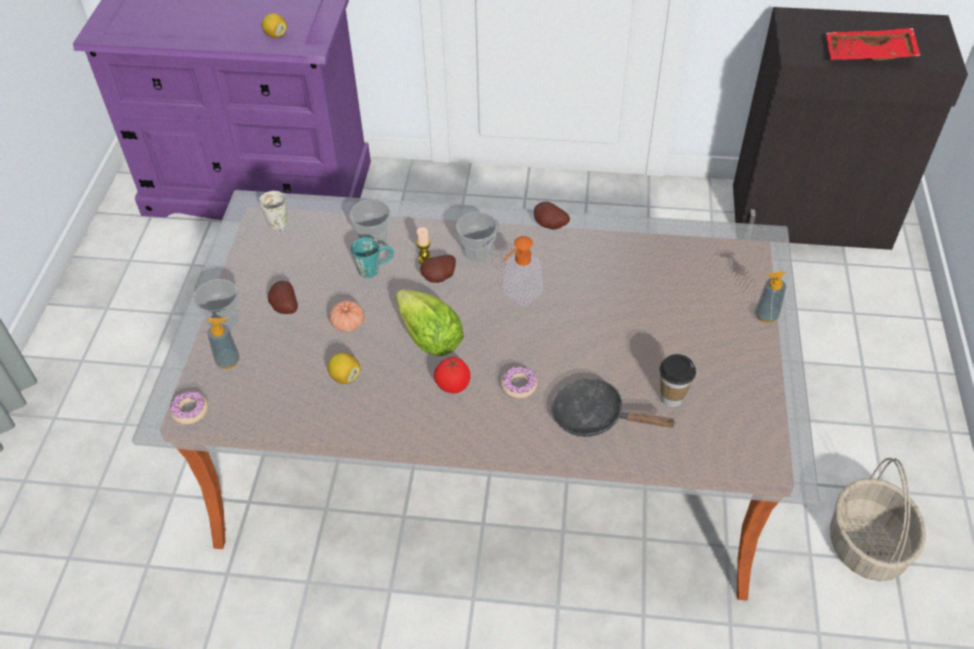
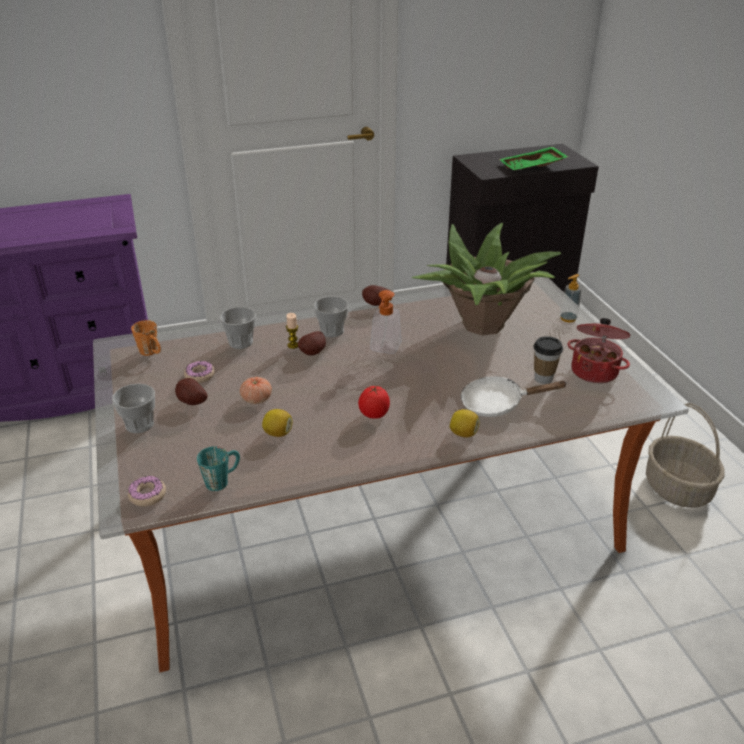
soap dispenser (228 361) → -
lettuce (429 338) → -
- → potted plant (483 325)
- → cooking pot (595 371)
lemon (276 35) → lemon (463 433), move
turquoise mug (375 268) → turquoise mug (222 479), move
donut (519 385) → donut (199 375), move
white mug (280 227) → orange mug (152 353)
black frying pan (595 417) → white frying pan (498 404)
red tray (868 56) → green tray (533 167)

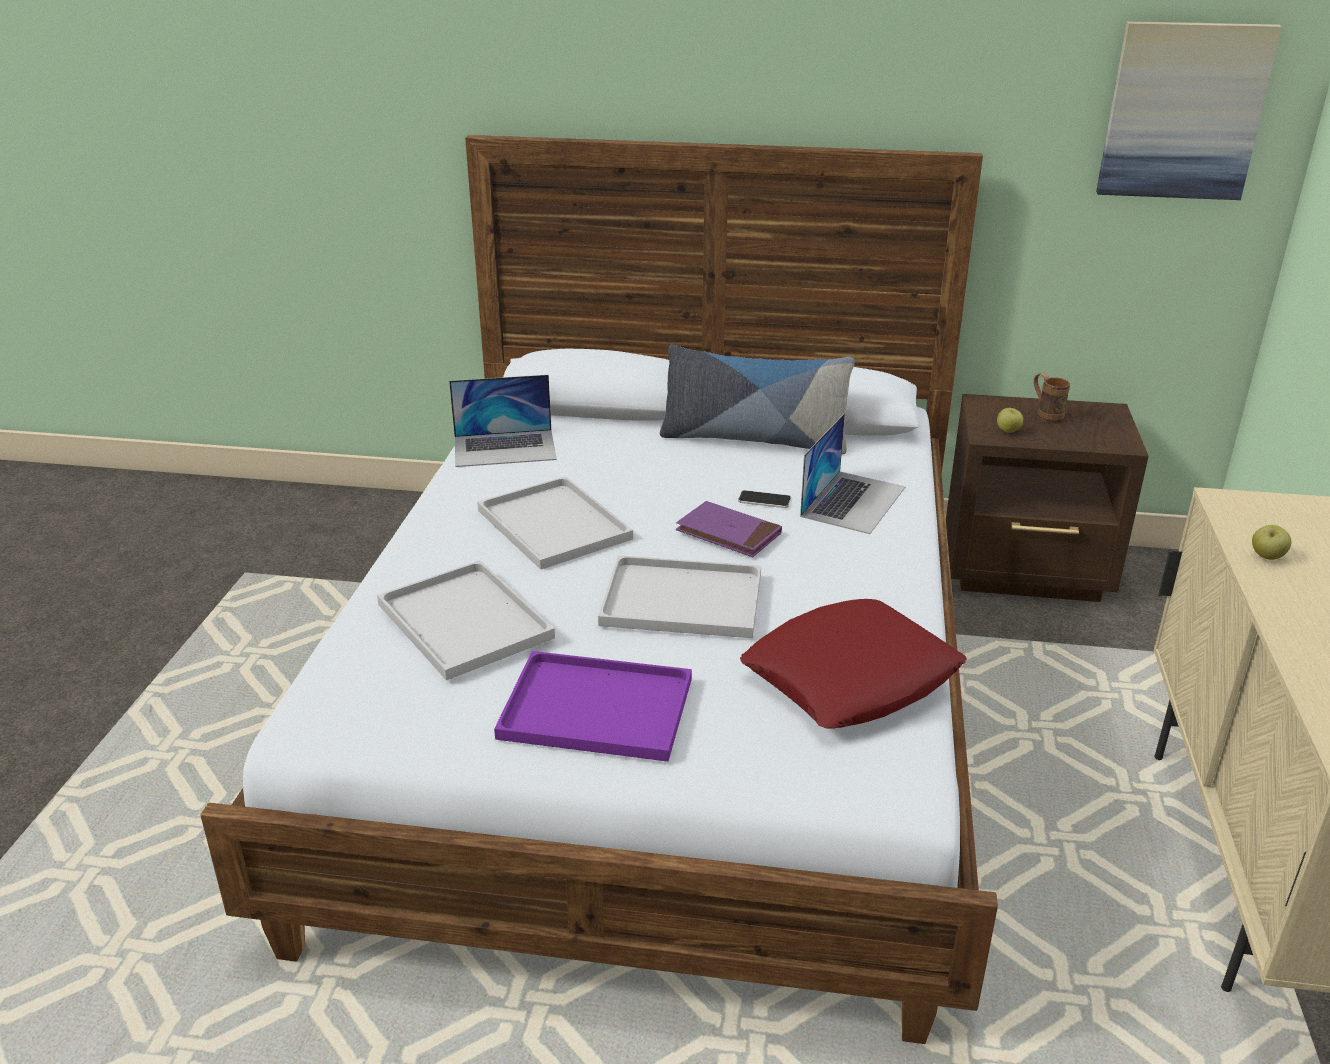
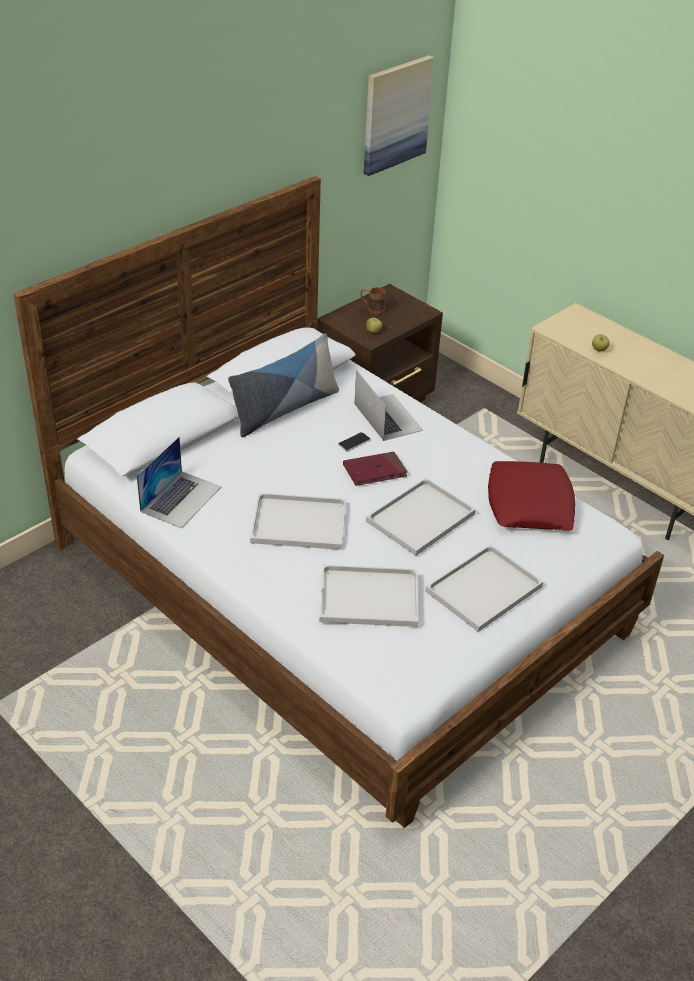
purple tray (592 709) → white tray (483 590)
purple book (728 533) → red book (374 471)

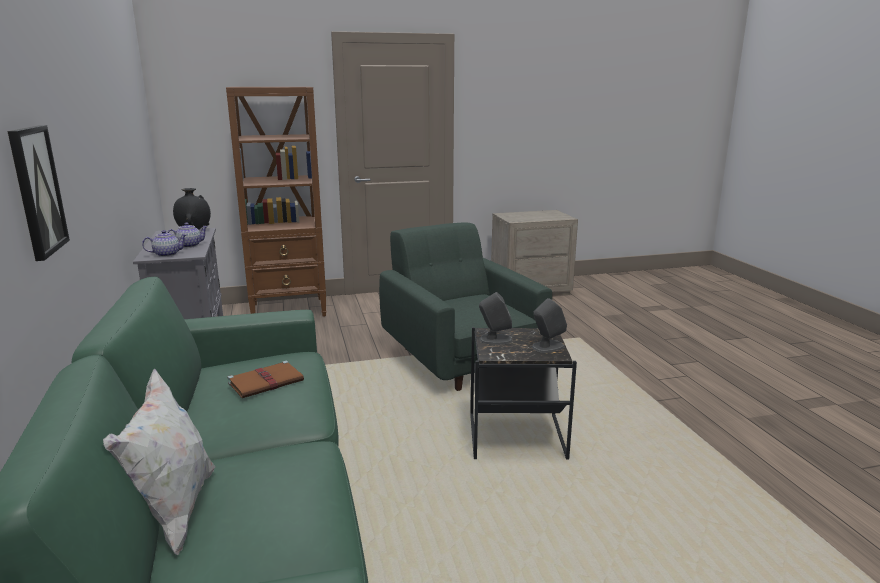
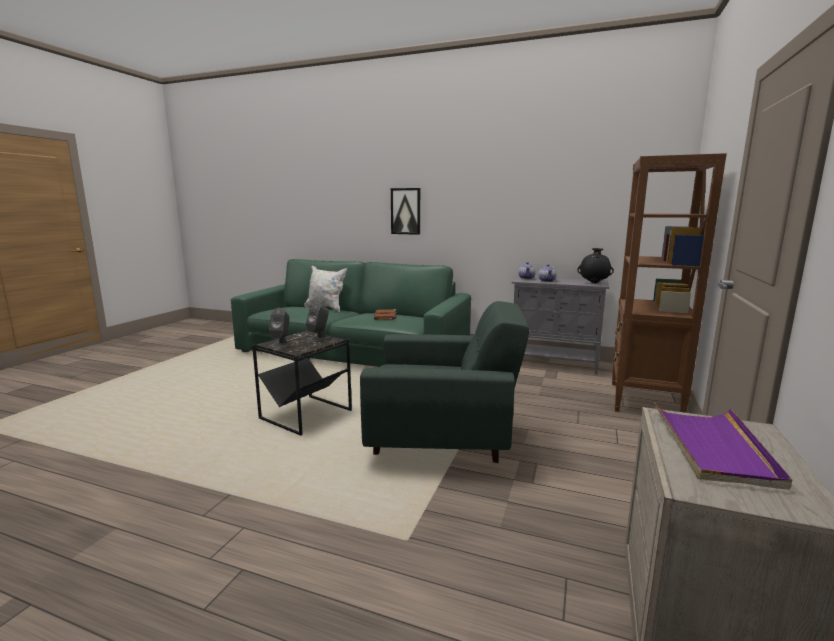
- → purple tray (713 447)

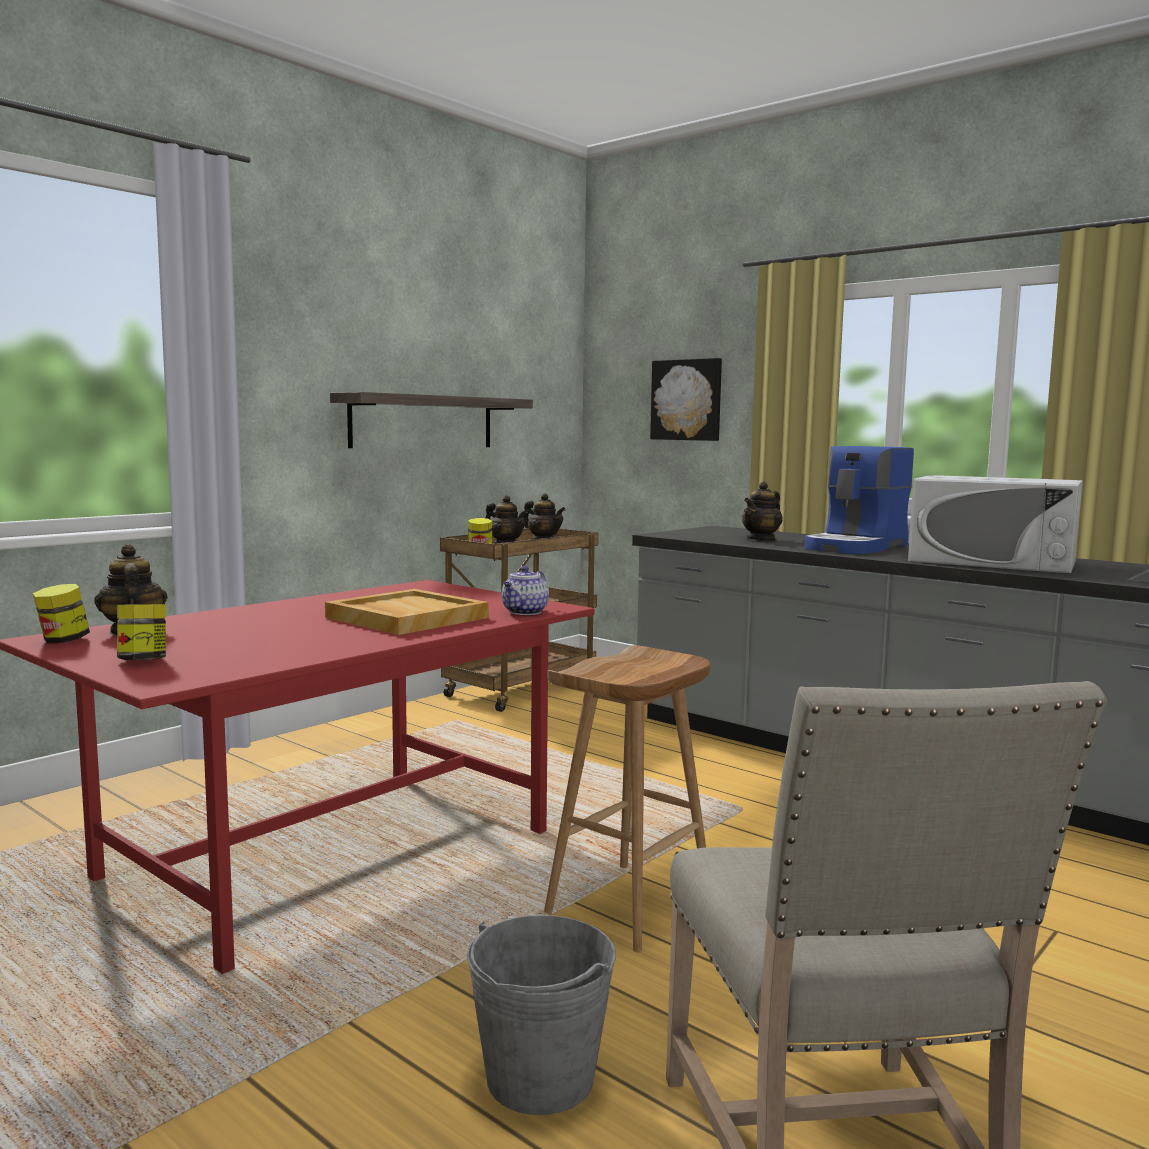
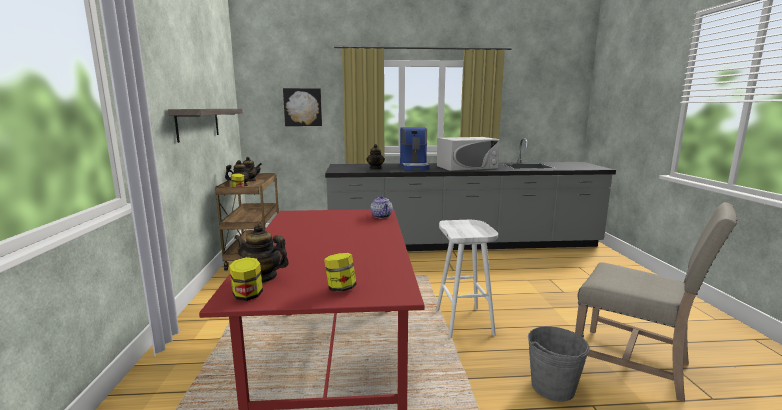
beige tray (405 618) → -
brown stool (630 907) → white stool (465 322)

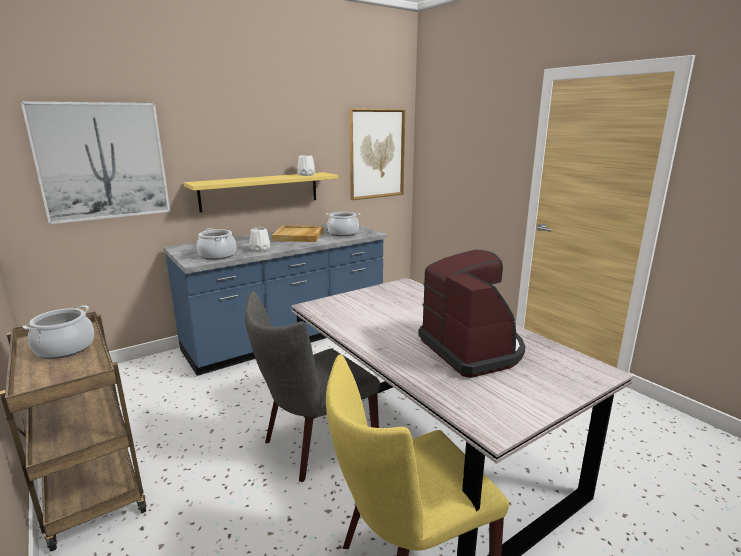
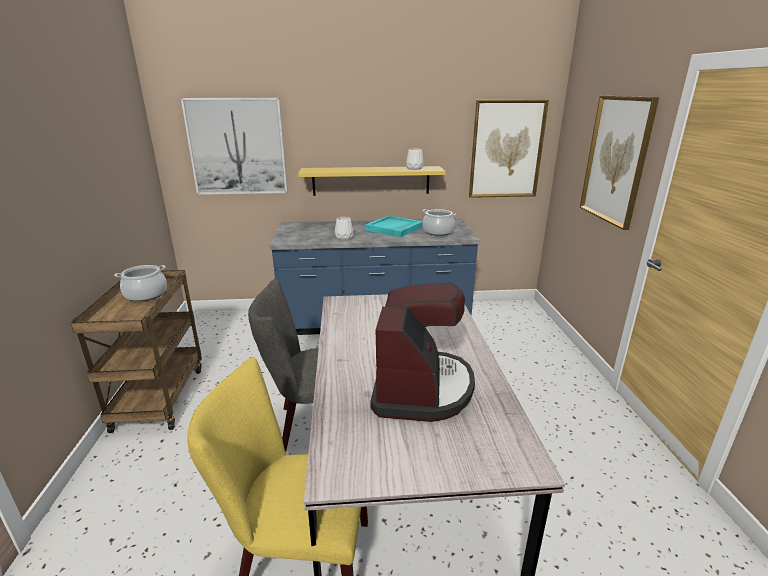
cooking pot (218 255) → -
- → picture (616 160)
beige tray (299 236) → turquoise tray (394 228)

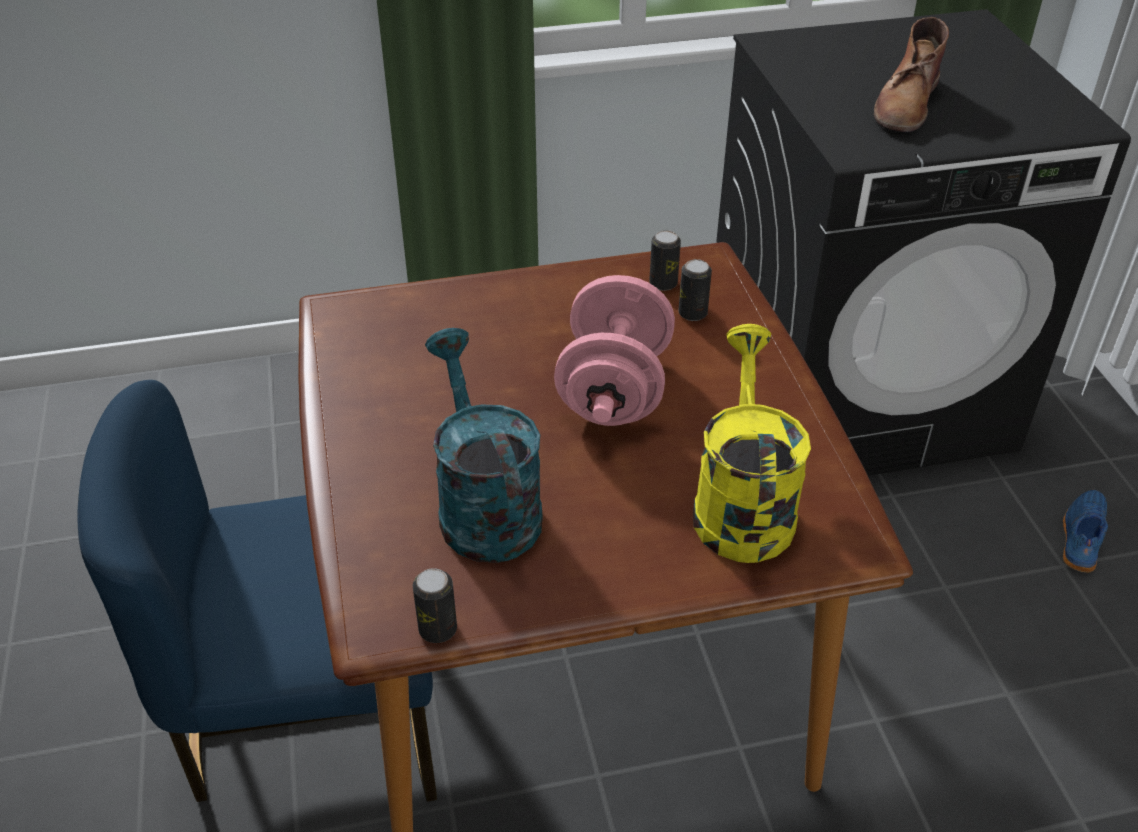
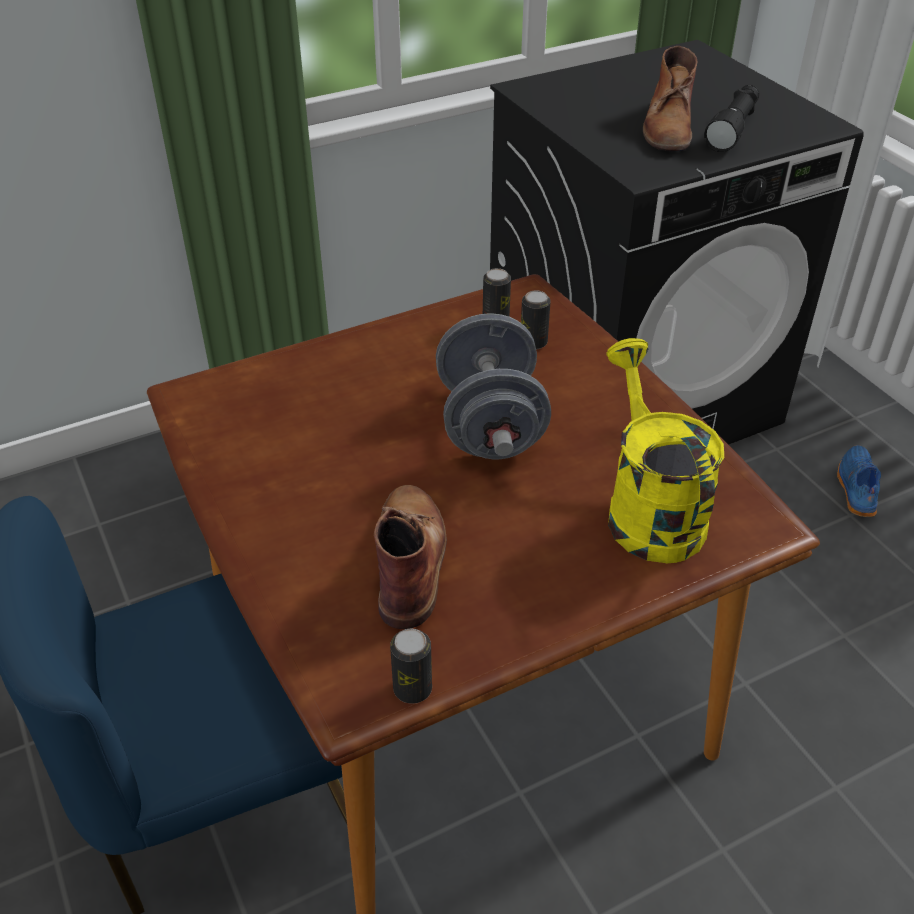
- → black flashlight (733 129)
turquoise watering can (483 505) → brown boot (409 558)
pink dumbbell (614 390) → grey dumbbell (490 425)

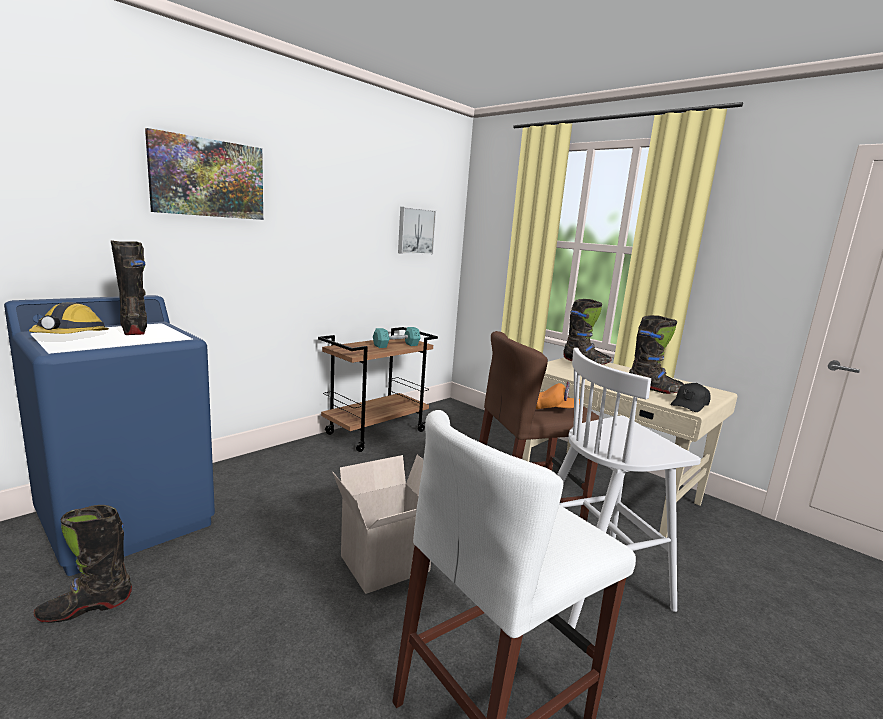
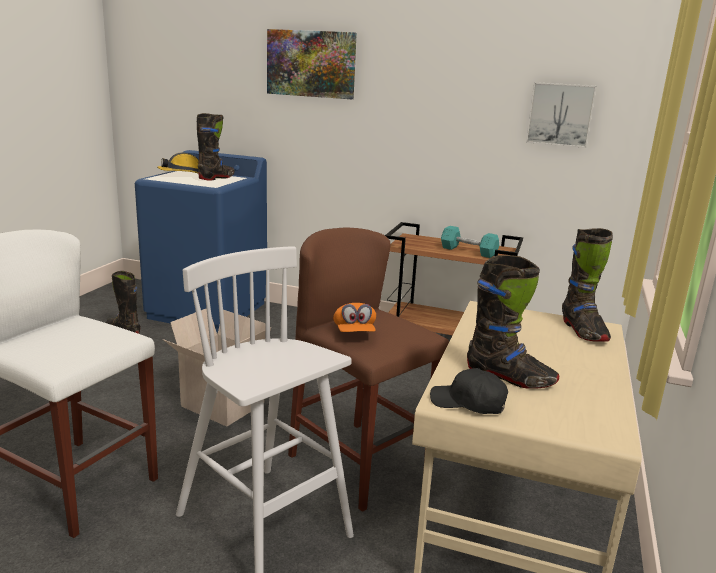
black boot (654 390) → black boot (509 378), 45 degrees counterclockwise

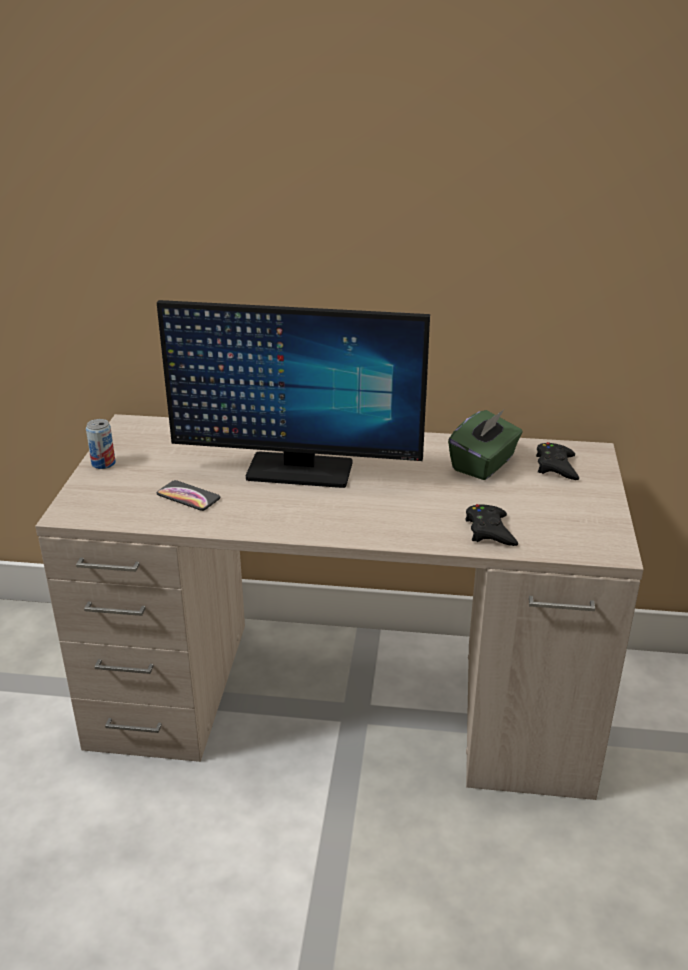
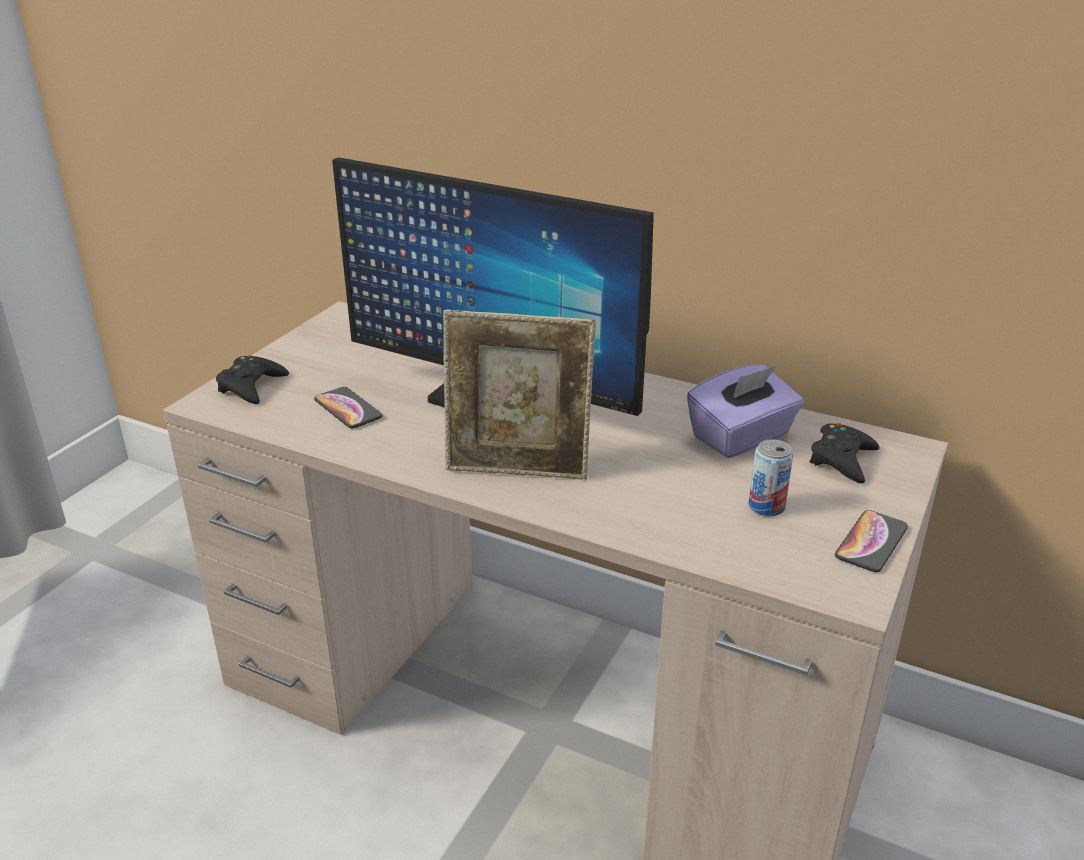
- → picture frame (518 470)
- → phone (871 542)
can (103 463) → can (766 506), move
black game controller (489 531) → black game controller (251 386), move
green tissue box (484 464) → purple tissue box (741 437)

